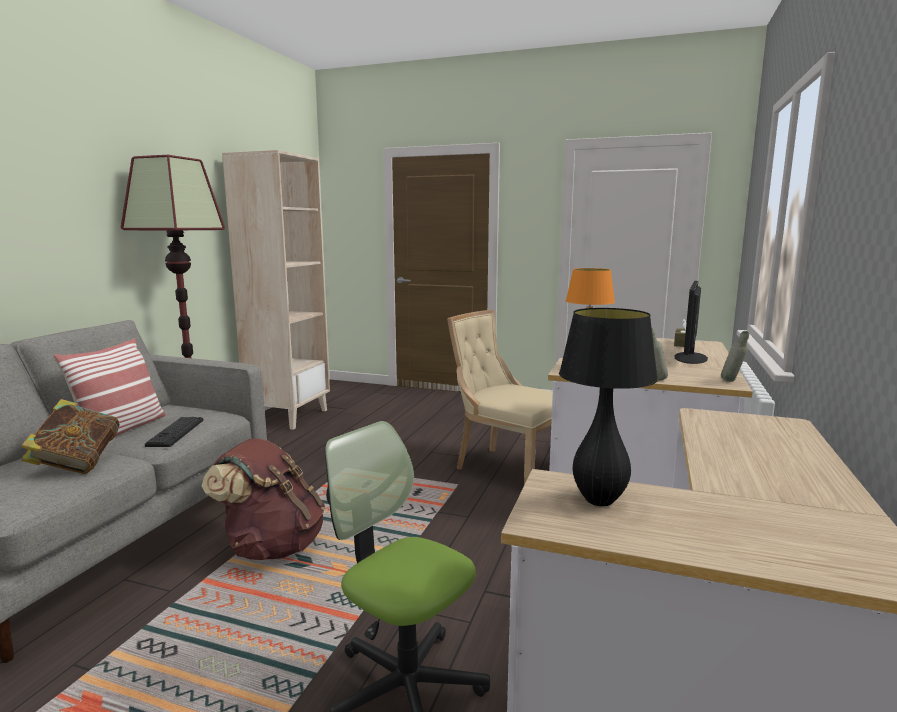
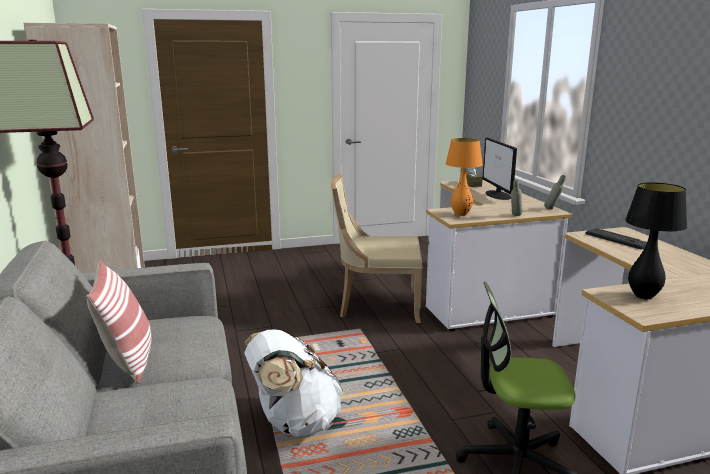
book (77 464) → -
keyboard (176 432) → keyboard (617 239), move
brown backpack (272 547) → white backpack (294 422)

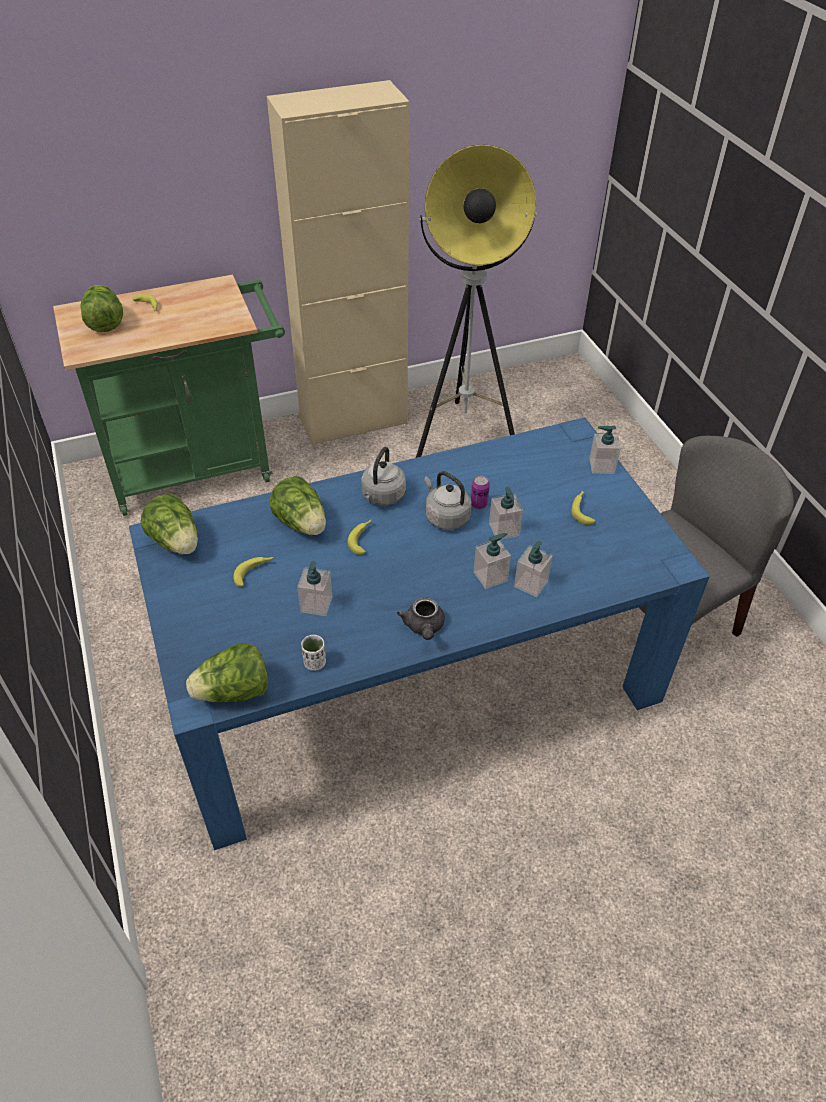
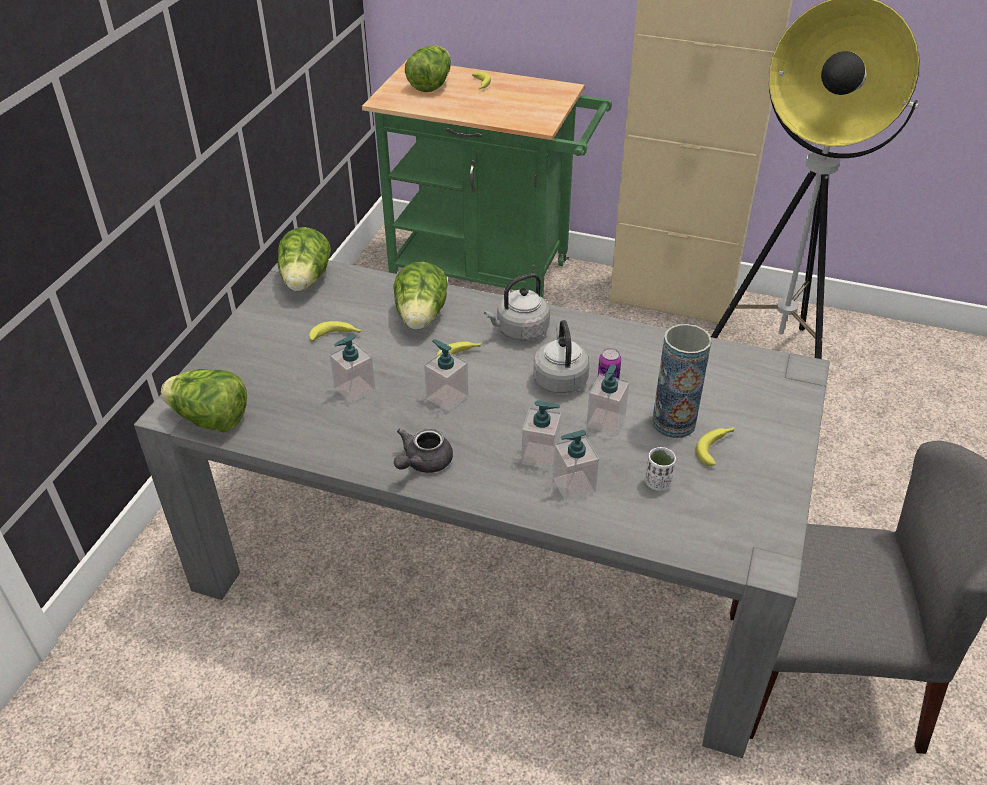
- → vase (673 422)
white cup (315 663) → white cup (658 483), move
soap dispenser (601 466) → soap dispenser (447 397), move
blue dining table (411 678) → grey dining table (494 558)

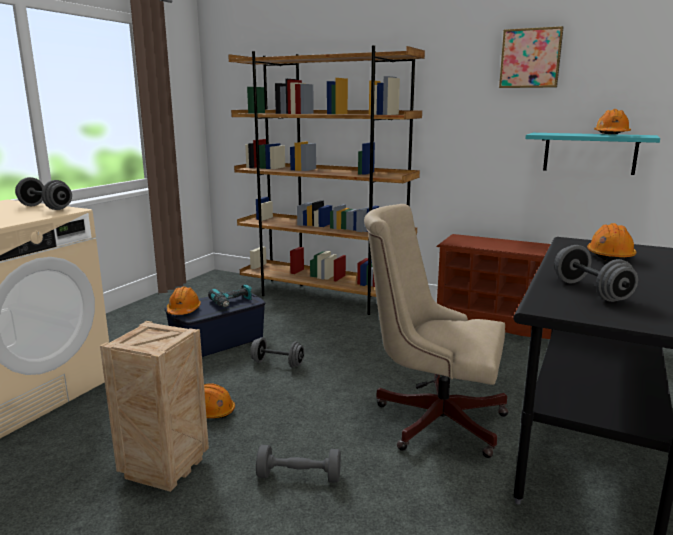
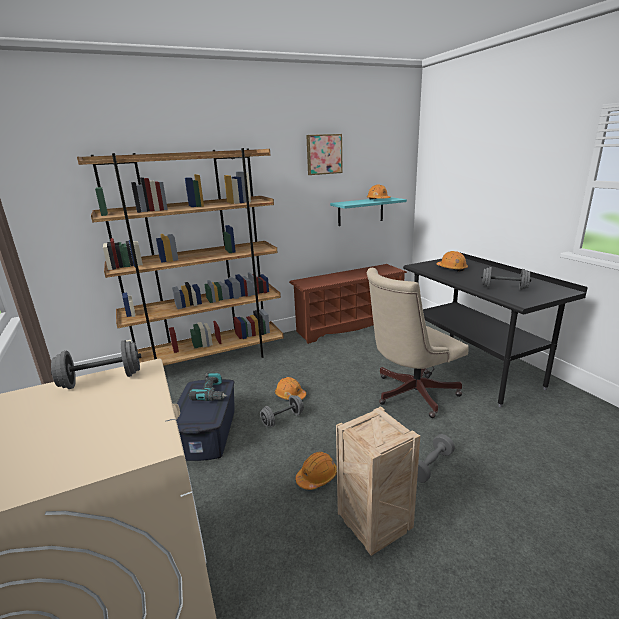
orange hard hat (183 310) → orange hard hat (290 395), move

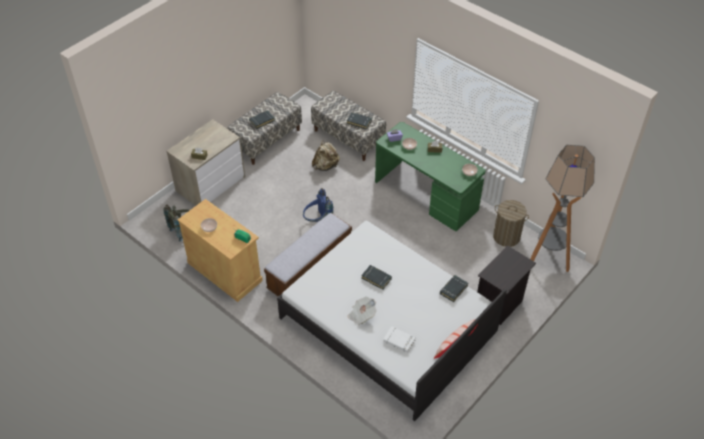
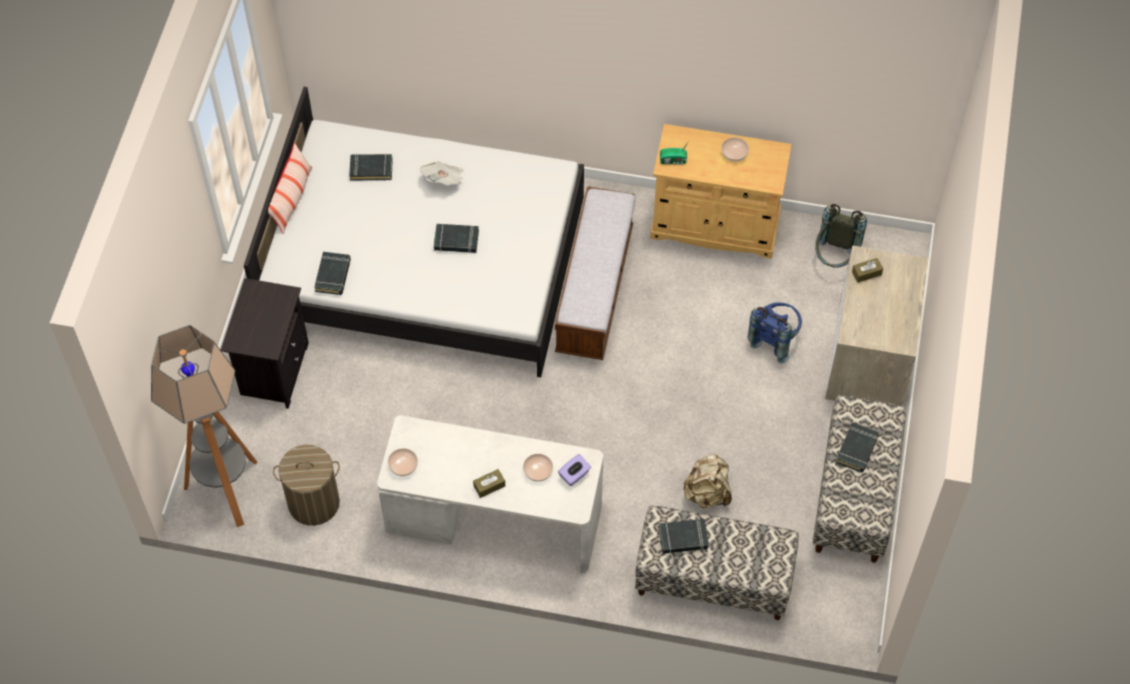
blue backpack (318 221) → blue backpack (775 339), move
green desk (426 195) → white desk (493 520)
white book (399 341) → black book (371 169)

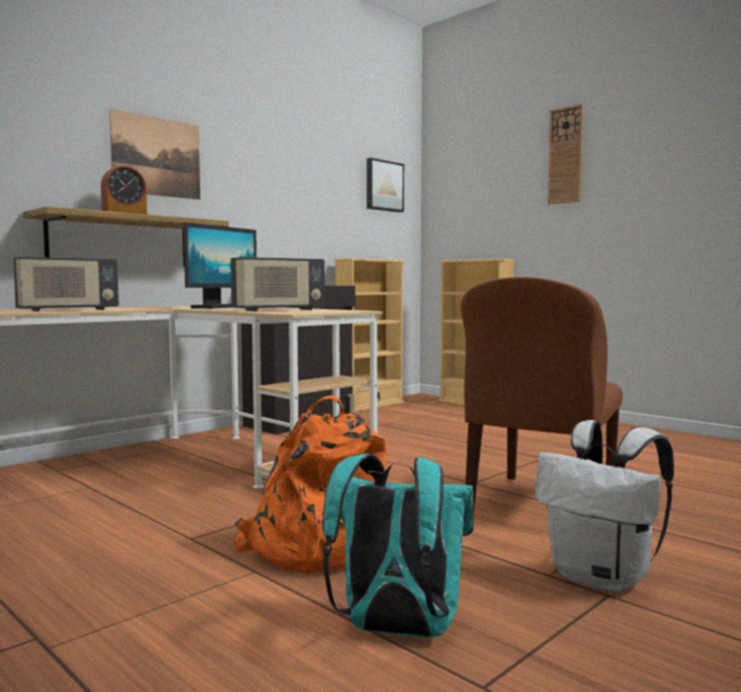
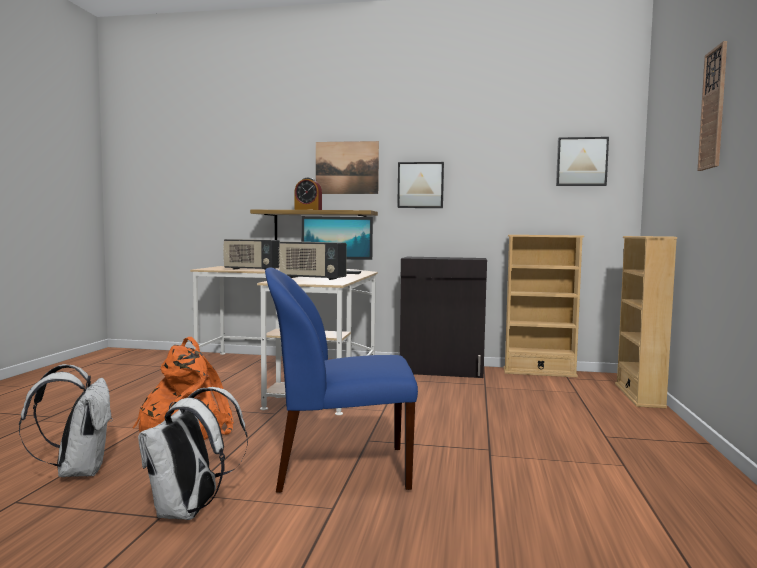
- → picture (420 185)
turquoise backpack (396 631) → white backpack (77 471)
brown chair (540 505) → blue chair (340 469)

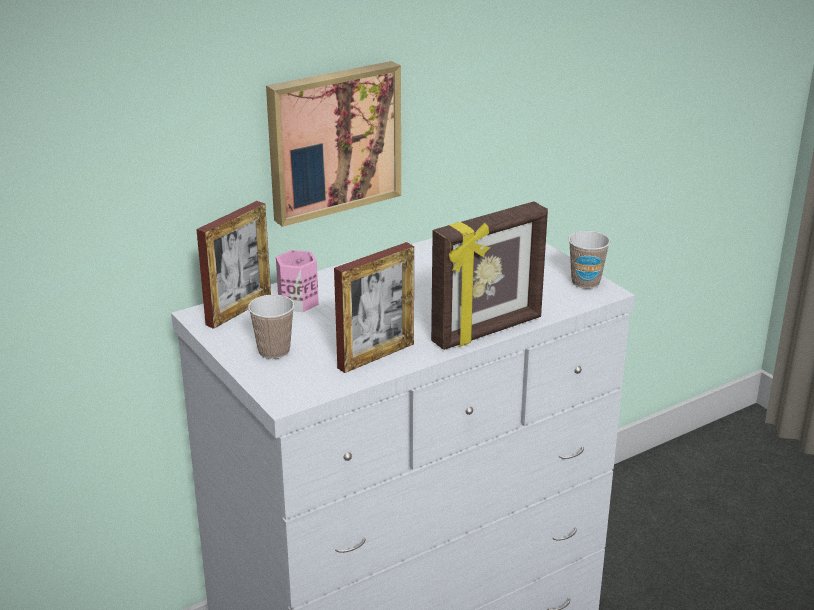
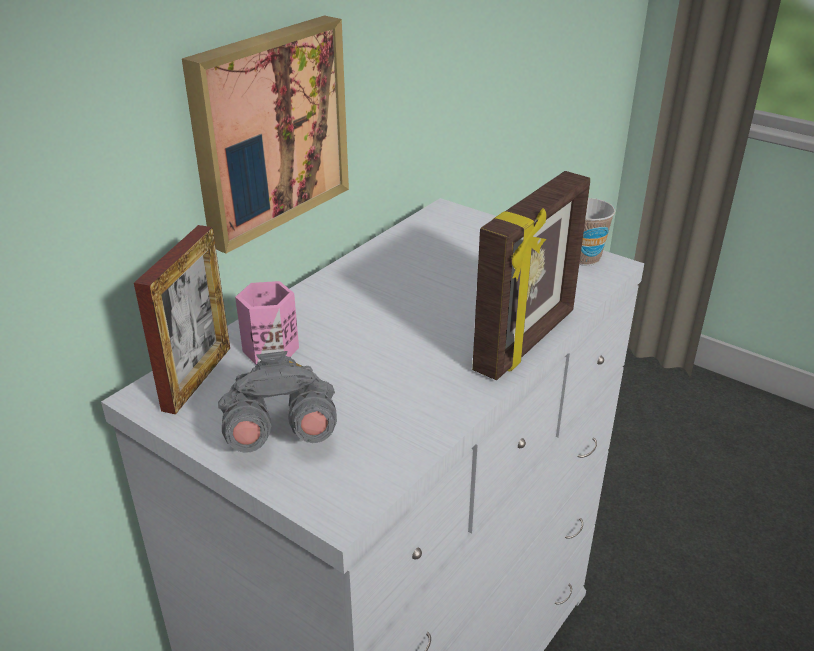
picture frame (376 356) → -
cup (274 351) → grey binoculars (279 432)

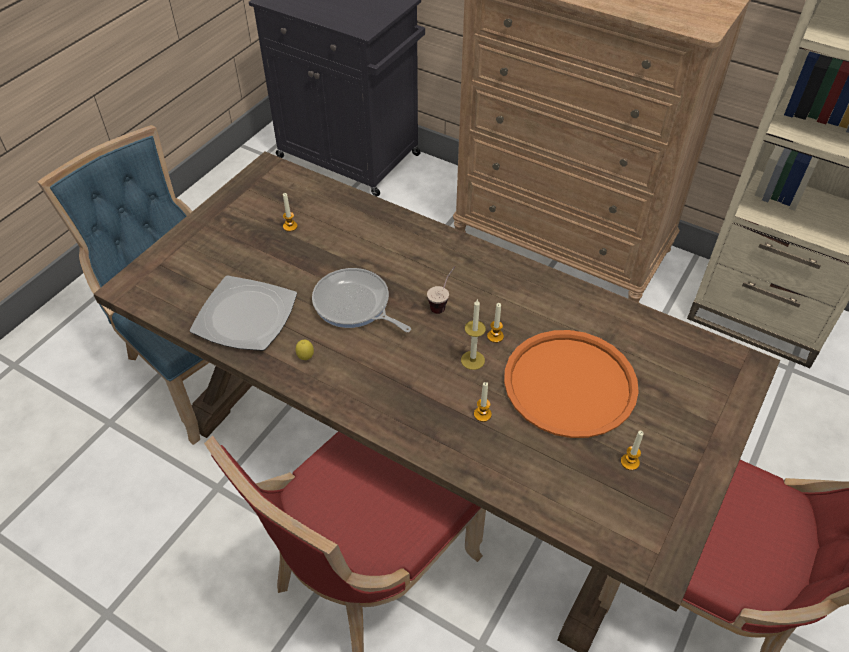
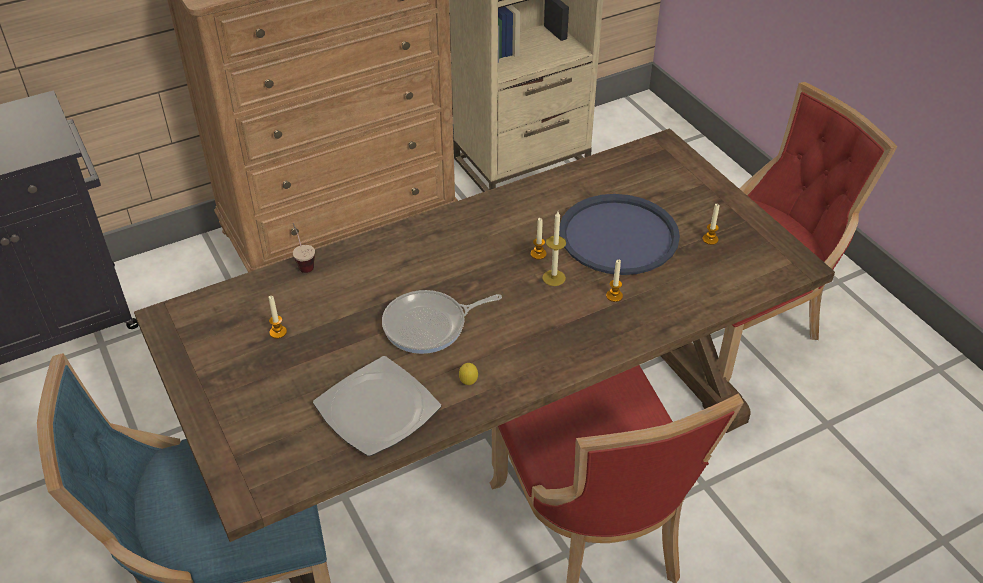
cup (442 303) → cup (303 262), move
orange tray (570 384) → blue tray (618 235)

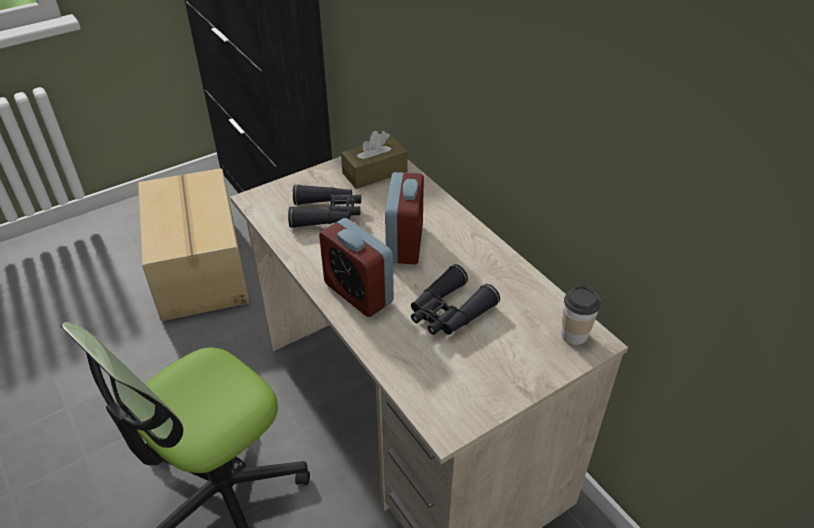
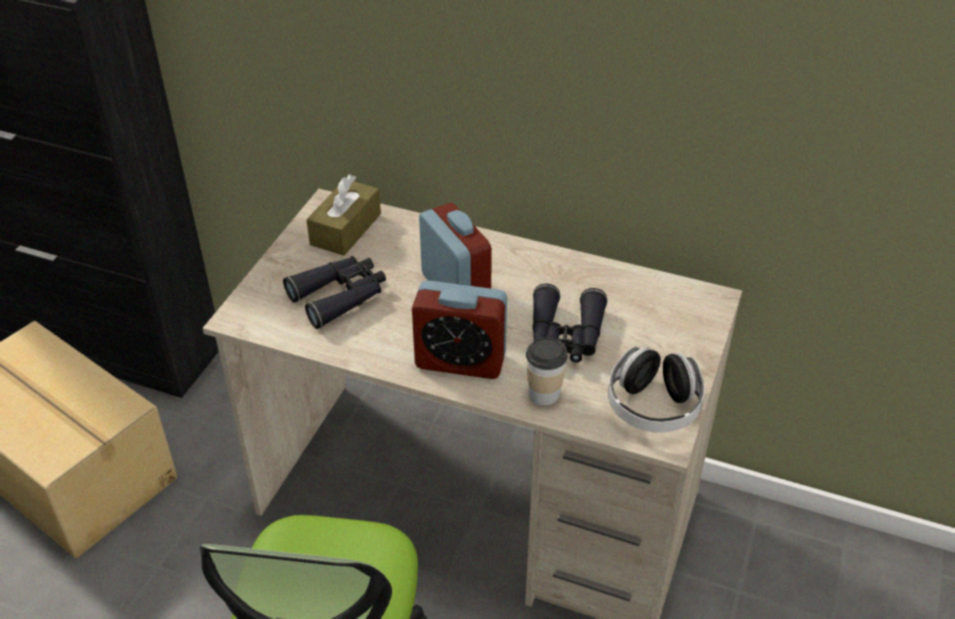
- → headphones (653 407)
cup (574 335) → cup (544 394), move

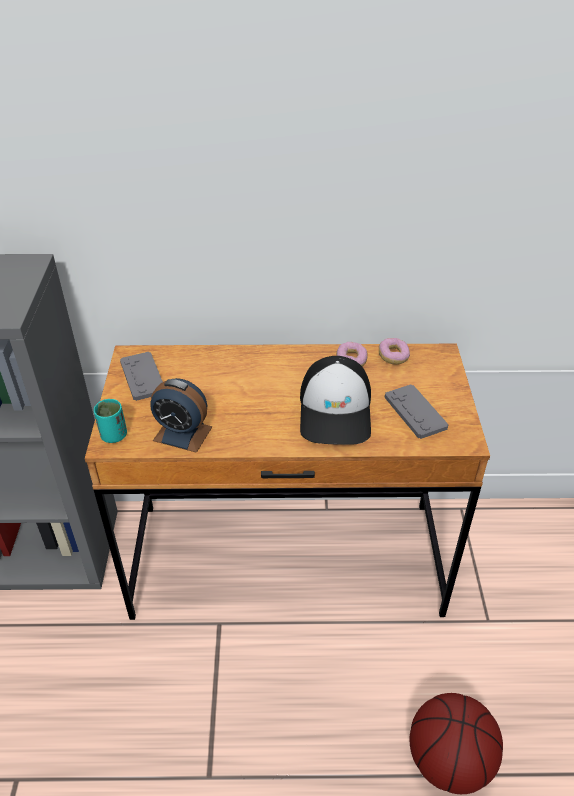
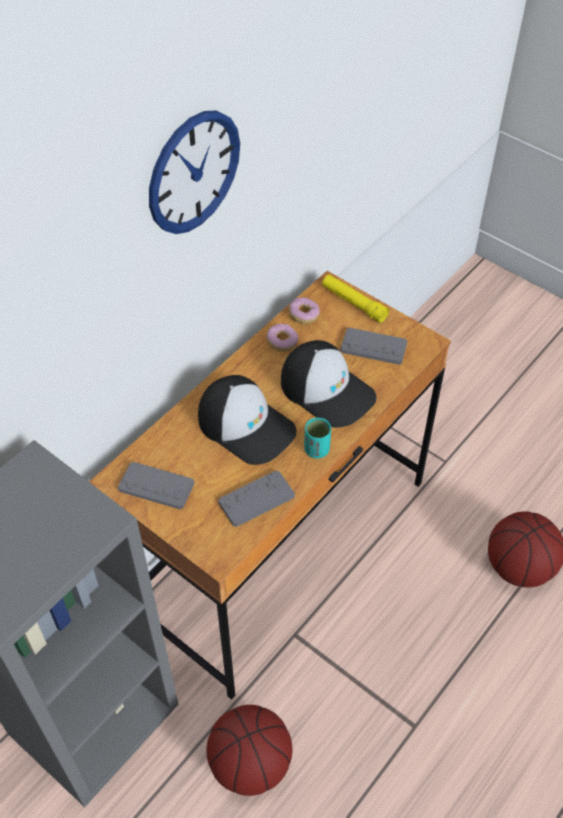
- → wall clock (194 172)
- → cap (246 425)
- → basketball (249 763)
- → yellow flashlight (354 303)
turquoise cup (114 435) → turquoise cup (316 449), move
alarm clock (182 433) → grey game controller (256 499)

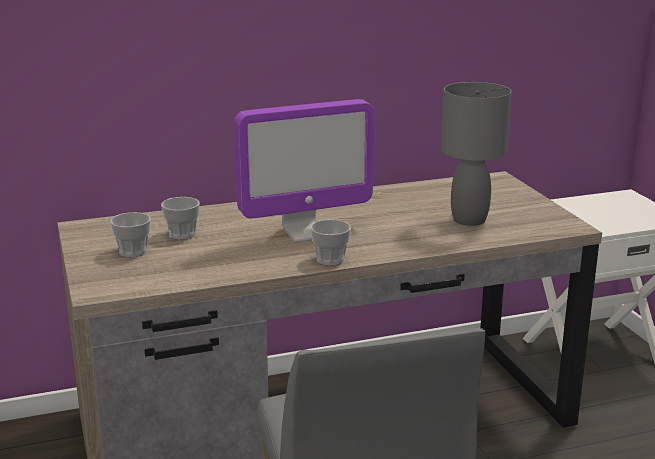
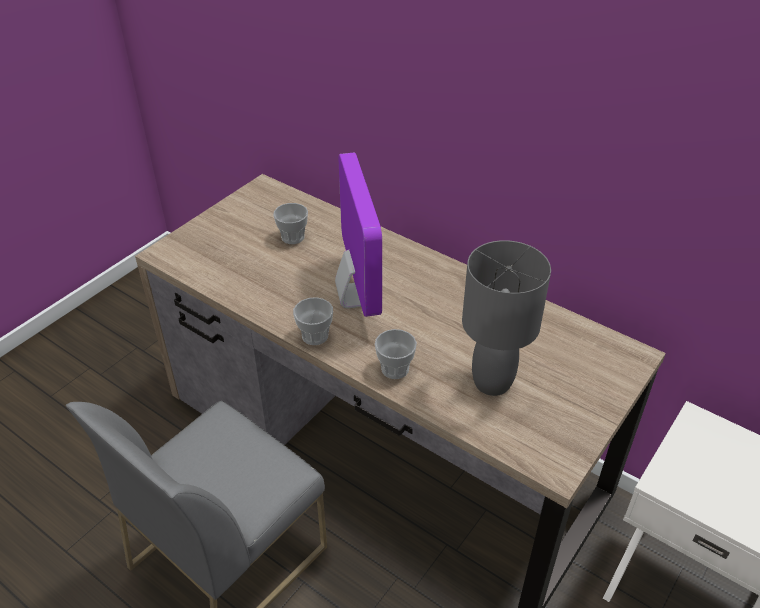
cup (133 252) → cup (395 369), move
monitor (305 233) → monitor (357 295), 135 degrees counterclockwise

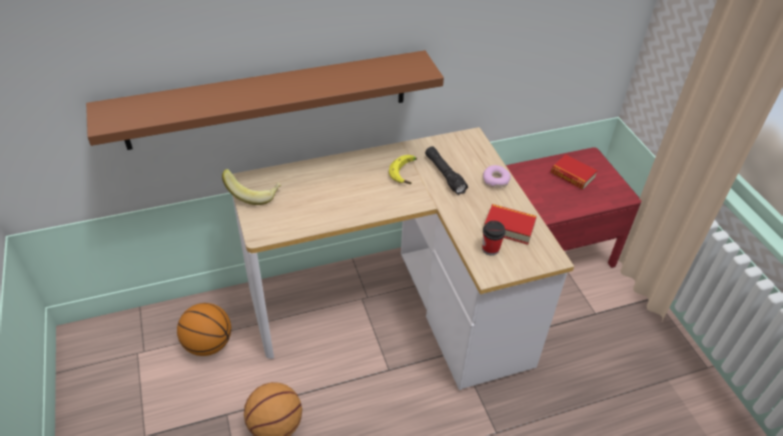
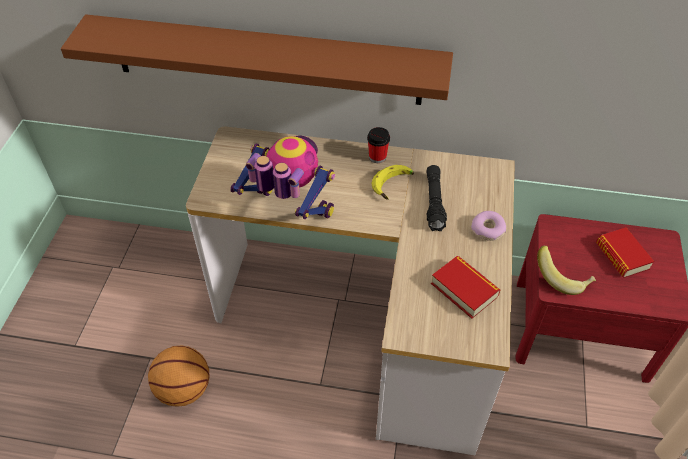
basketball (208 344) → -
- → toy robot (289 210)
banana (253 194) → banana (562 278), move
cup (490 249) → cup (377 157), move

